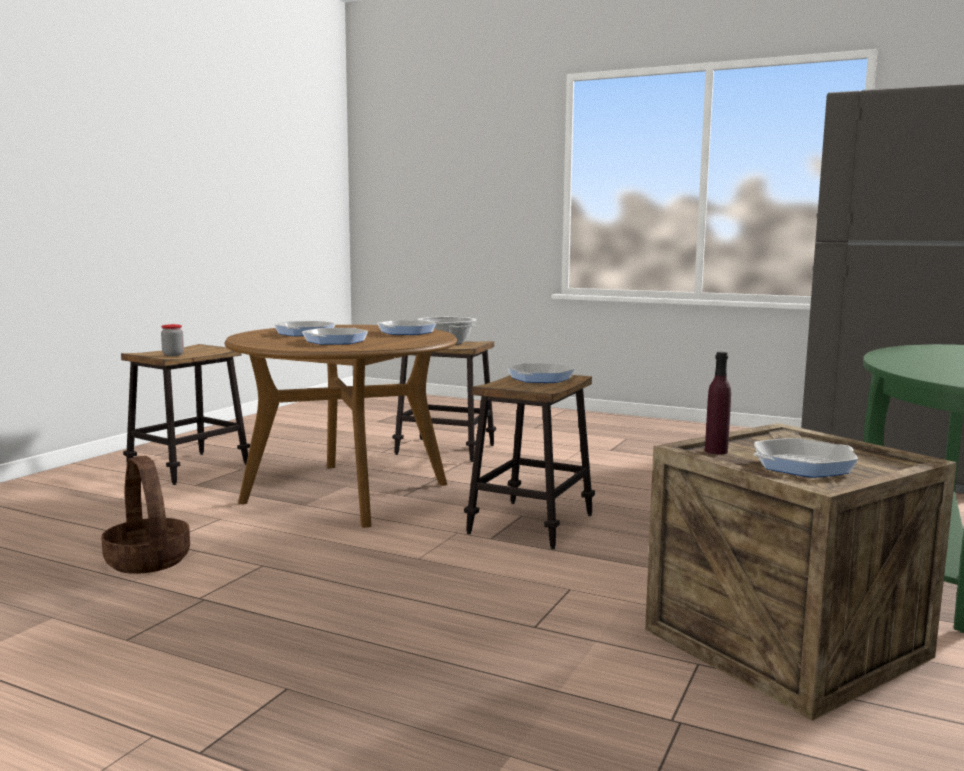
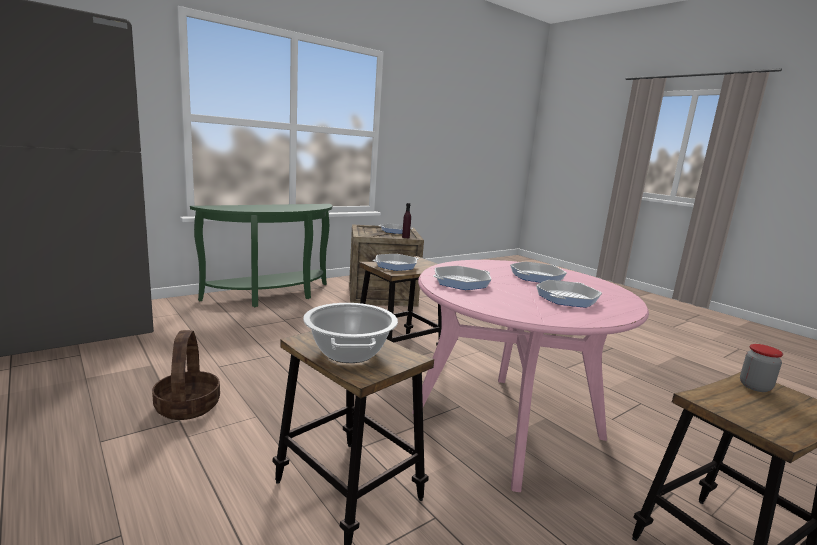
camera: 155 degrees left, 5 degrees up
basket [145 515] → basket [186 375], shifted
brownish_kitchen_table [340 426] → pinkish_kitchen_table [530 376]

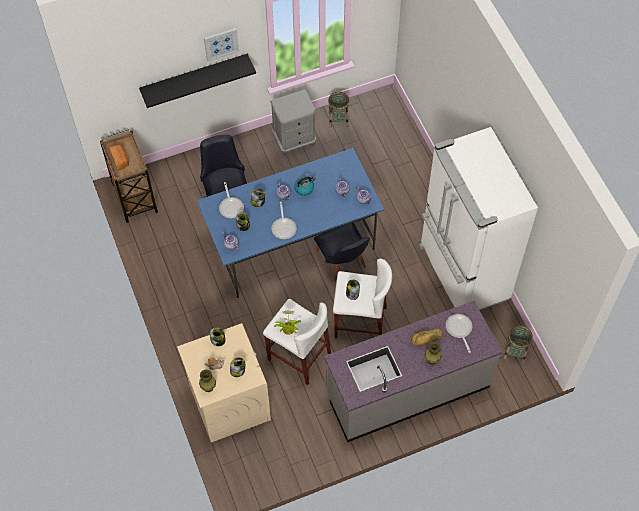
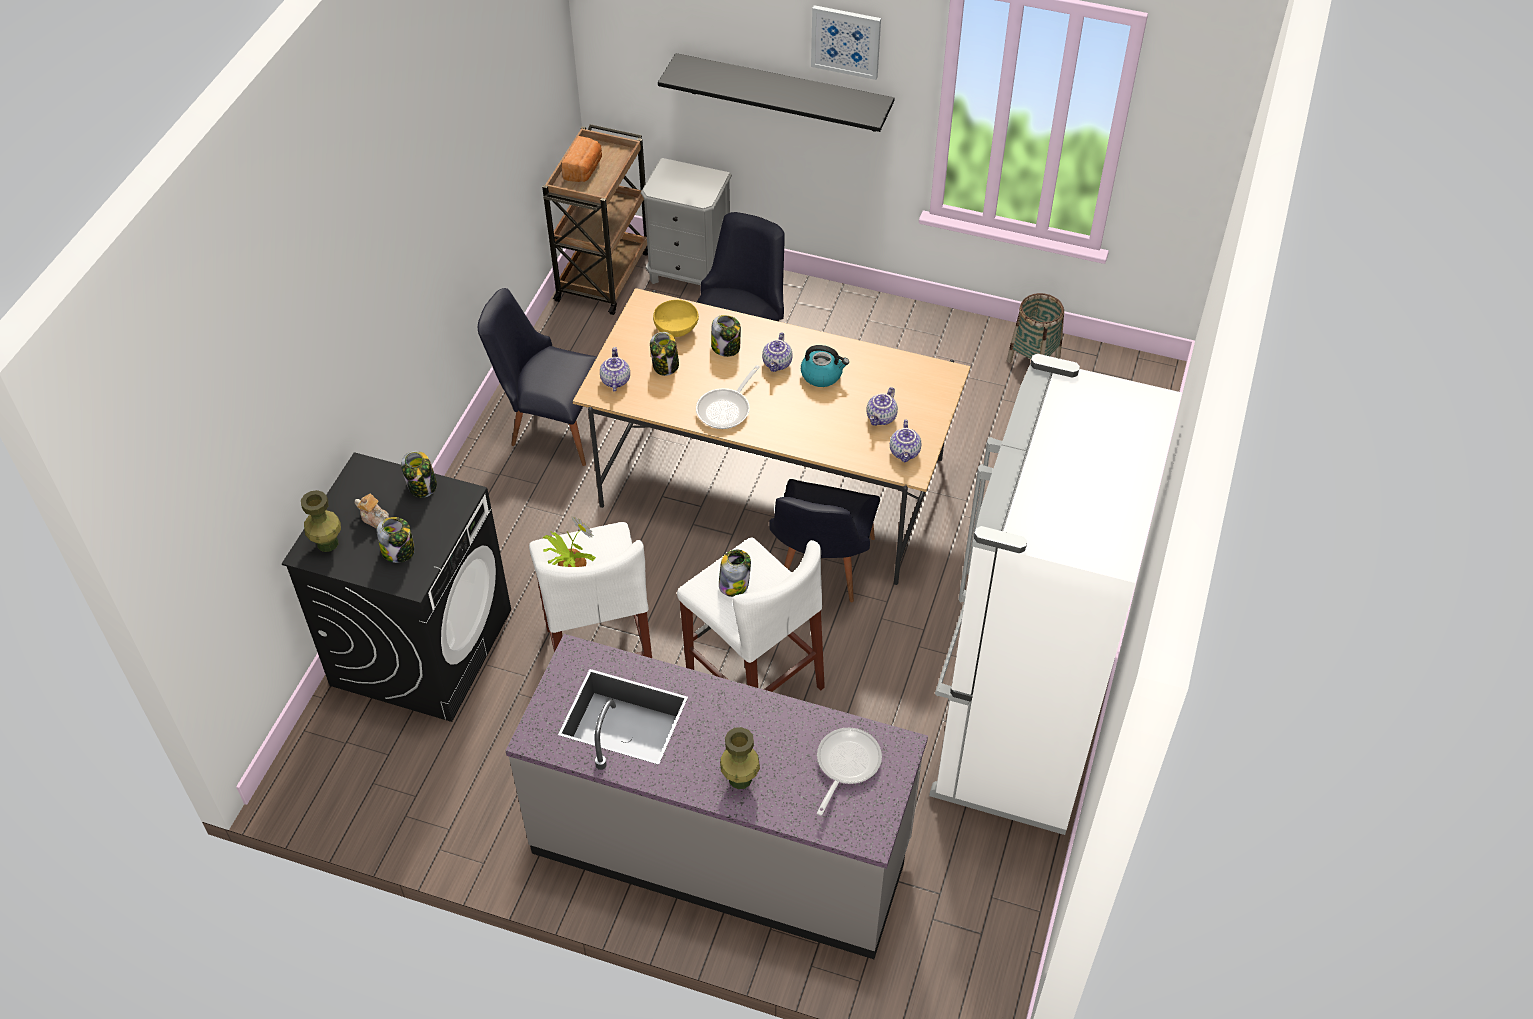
camera: 40 degrees right, 10 degrees down
sand-coloured_laundry_machine [224 383] → black-coloured_laundry_machine [396 587]
- → black-coloured_plain_chair [537 377]
bluish_kitchen_table [290 223] → sand-coloured_kitchen_table [772 436]
gray_nightstand [293 122] → gray_nightstand [686 221], shifted
pan [231 200] → yellow_deep_dish [676 318]
bread [427 337] → -
basket [518 345] → -

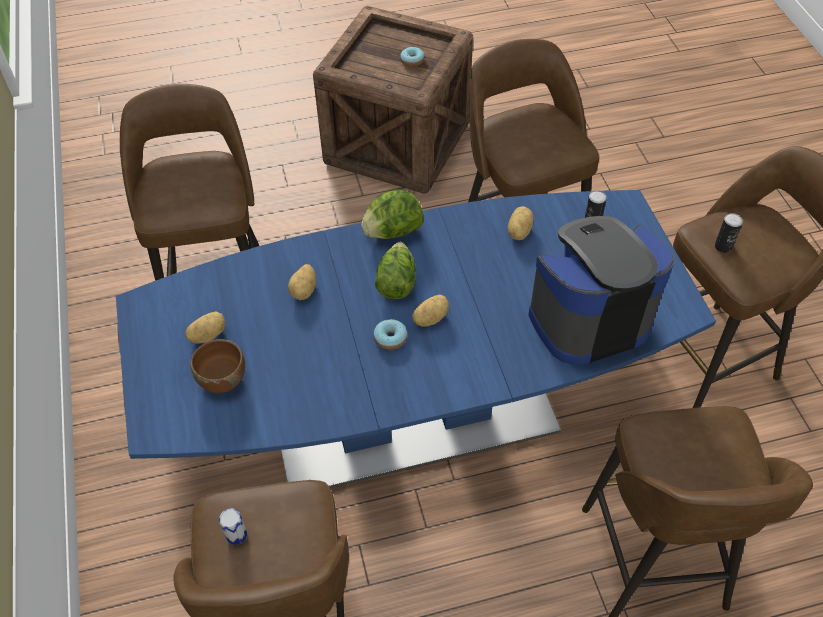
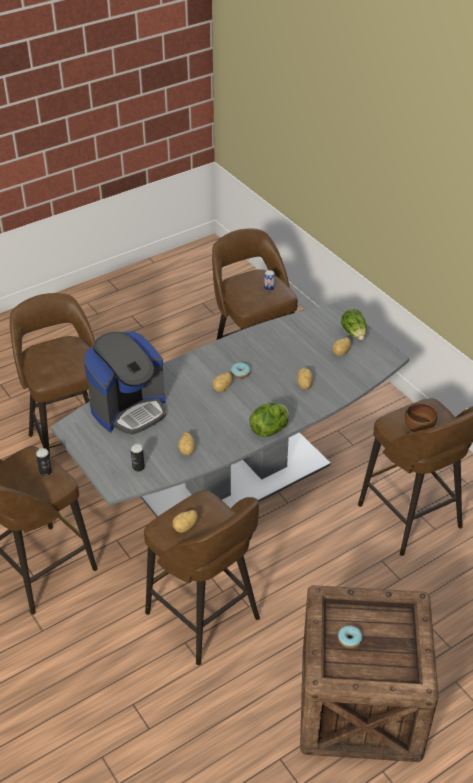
camera: 160 degrees right, 10 degrees down
bluish_kitchen_table [416 339] → gray_kitchen_table [230 409]
- → potato [185 521]
lettuce_head [395 270] → lettuce_head [354 324], shifted
brownish_deep_dish [217 366] → brownish_deep_dish [421 417], shifted

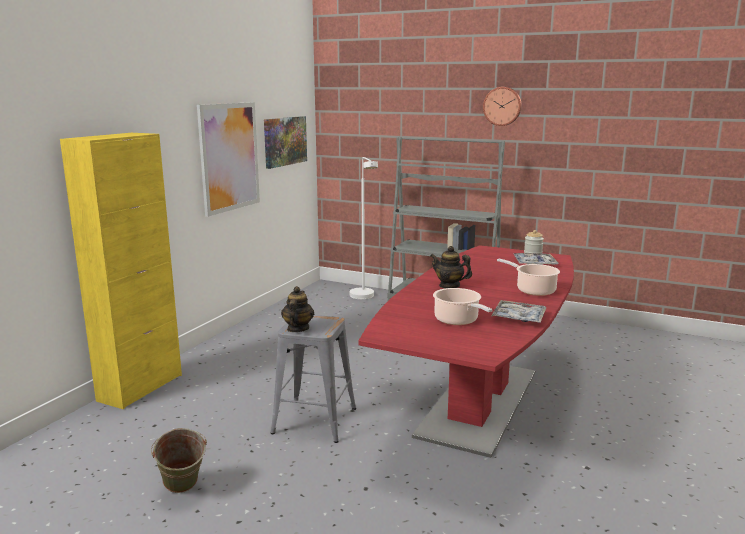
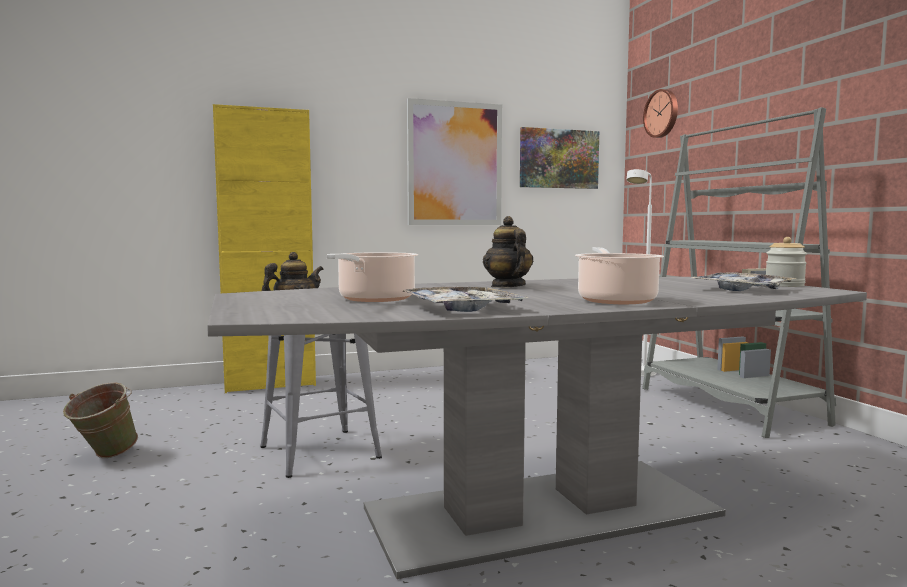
camera: 45 degrees right, 10 degrees down
reddish_kitchen_table [466 351] → gray_kitchen_table [537 428]
hanging_clock [502 106] → hanging_clock [660 113], shifted

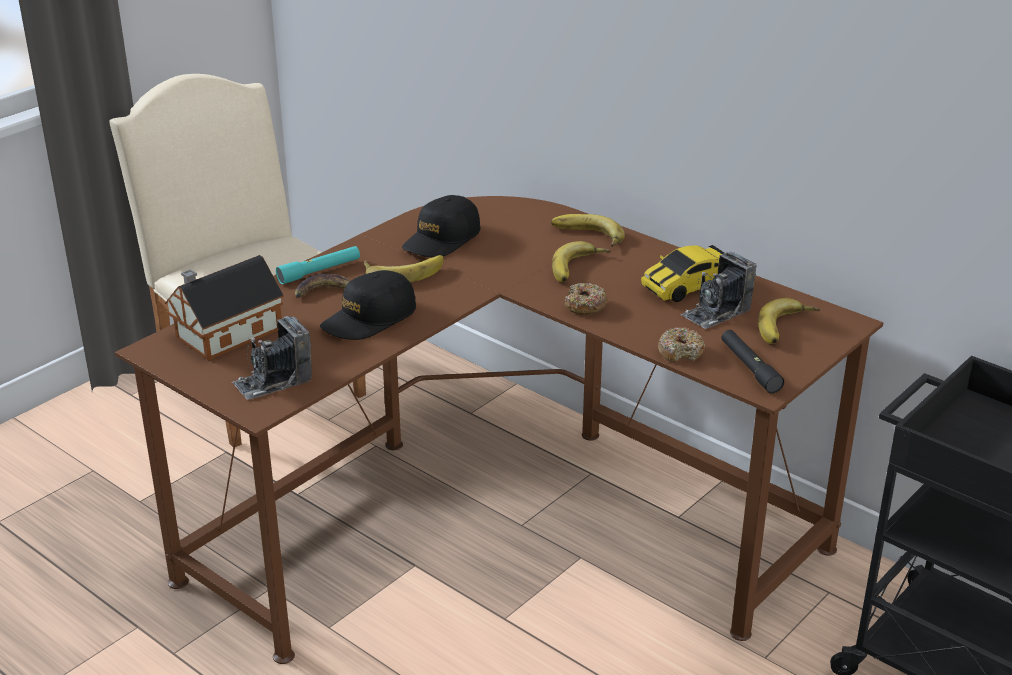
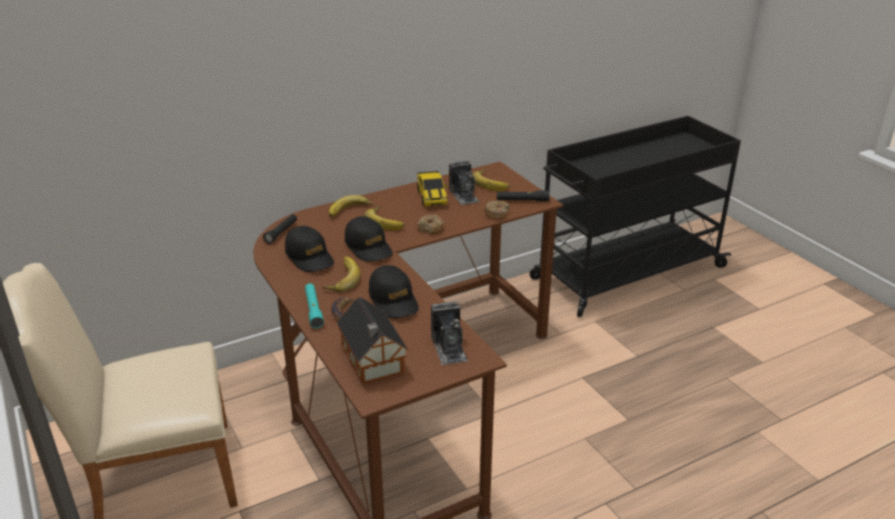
camera: 70 degrees left, 0 degrees up
- → black-coloured_torch [280 229]
- → black-coloured_peaked_cap [368 239]

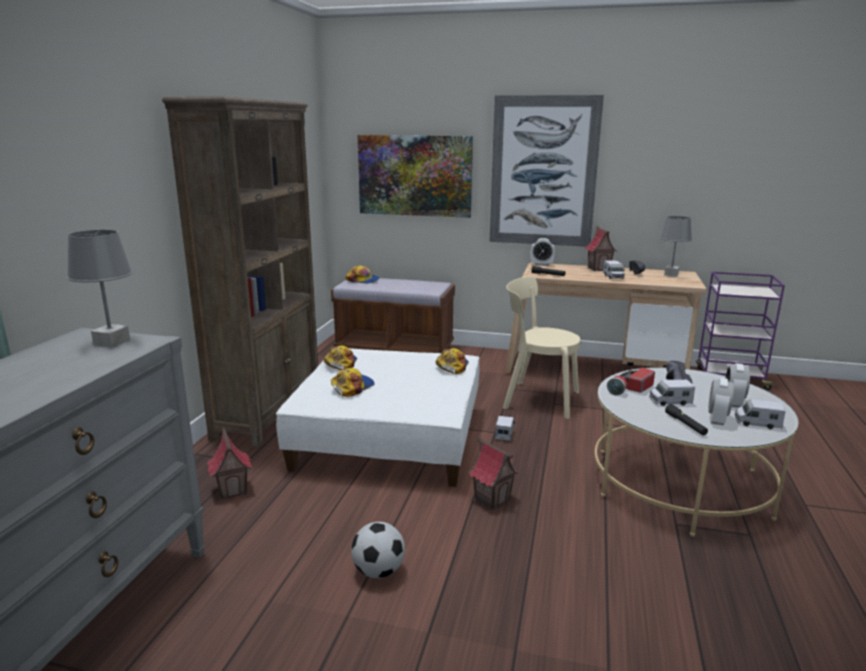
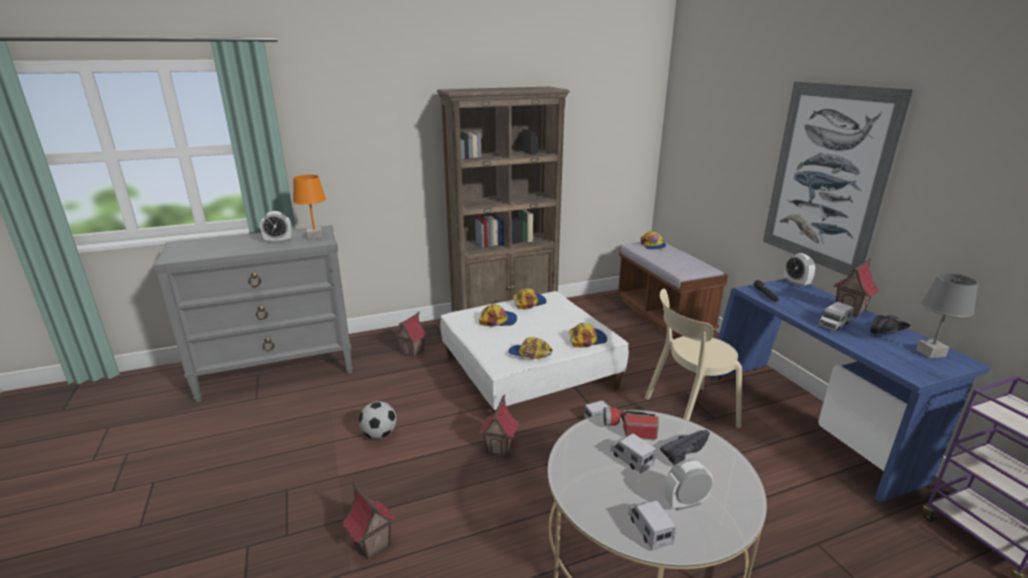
camera: 55 degrees right, 5 degrees up
alarm_clock [721 402] → alarm_clock [276 227], shifted
gray_lamp_for_a_table [99 289] → orange_lamp_for_a_table [309 207]
- → miniature_house [369 520]
- → peaked_cap [530 348]
sand-coloured_plain_chair [542 347] → sand-coloured_plain_chair [693 358], 90 degrees counterclockwise
sand-coloured_desk [606 318] → bluish_desk [849 390]
wall_art [415 176] → -
black-coloured_torch [686 420] → -

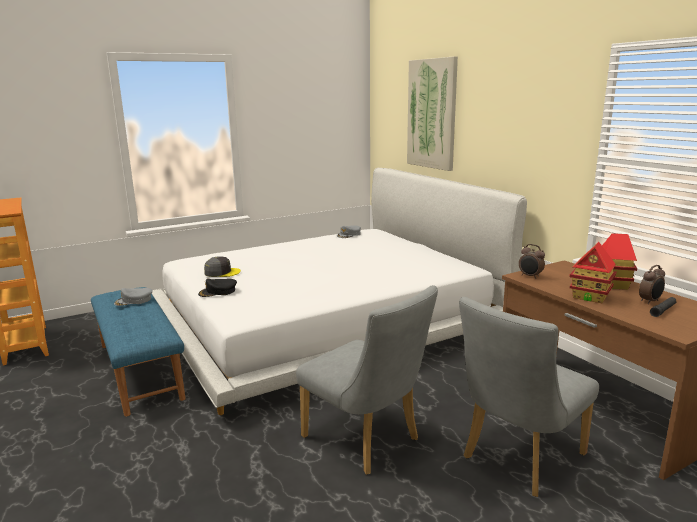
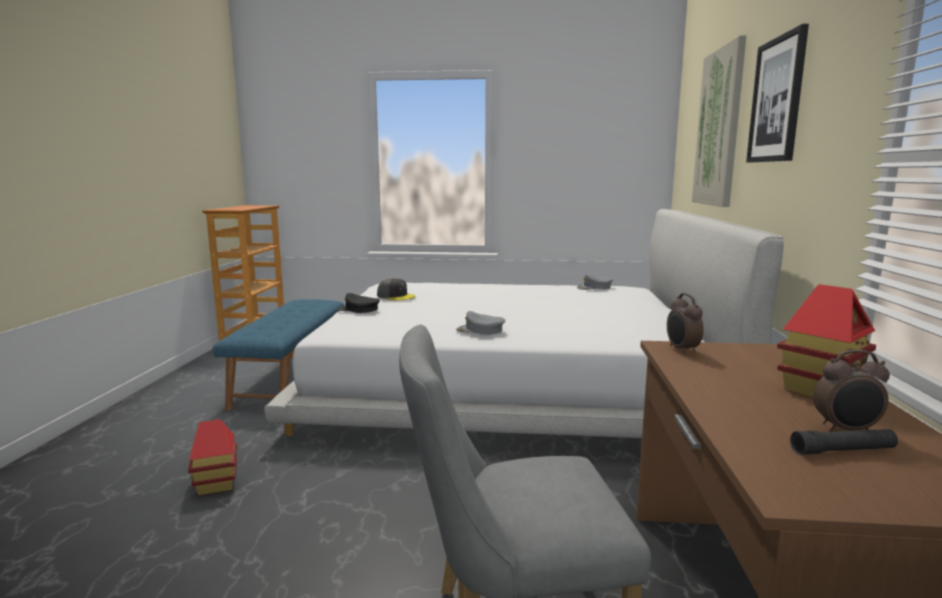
camera: 35 degrees right, 5 degrees down
miniature_house [593 272] → miniature_house [212 457], shifted
gray_peaked_cap [133 297] → gray_peaked_cap [480 323], shifted
- → wall_art [777 93]
gray_plain_chair [367 380] → -

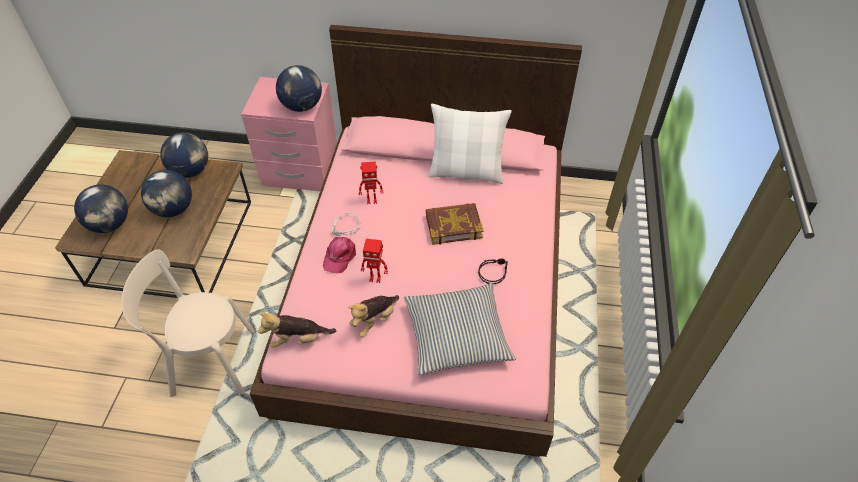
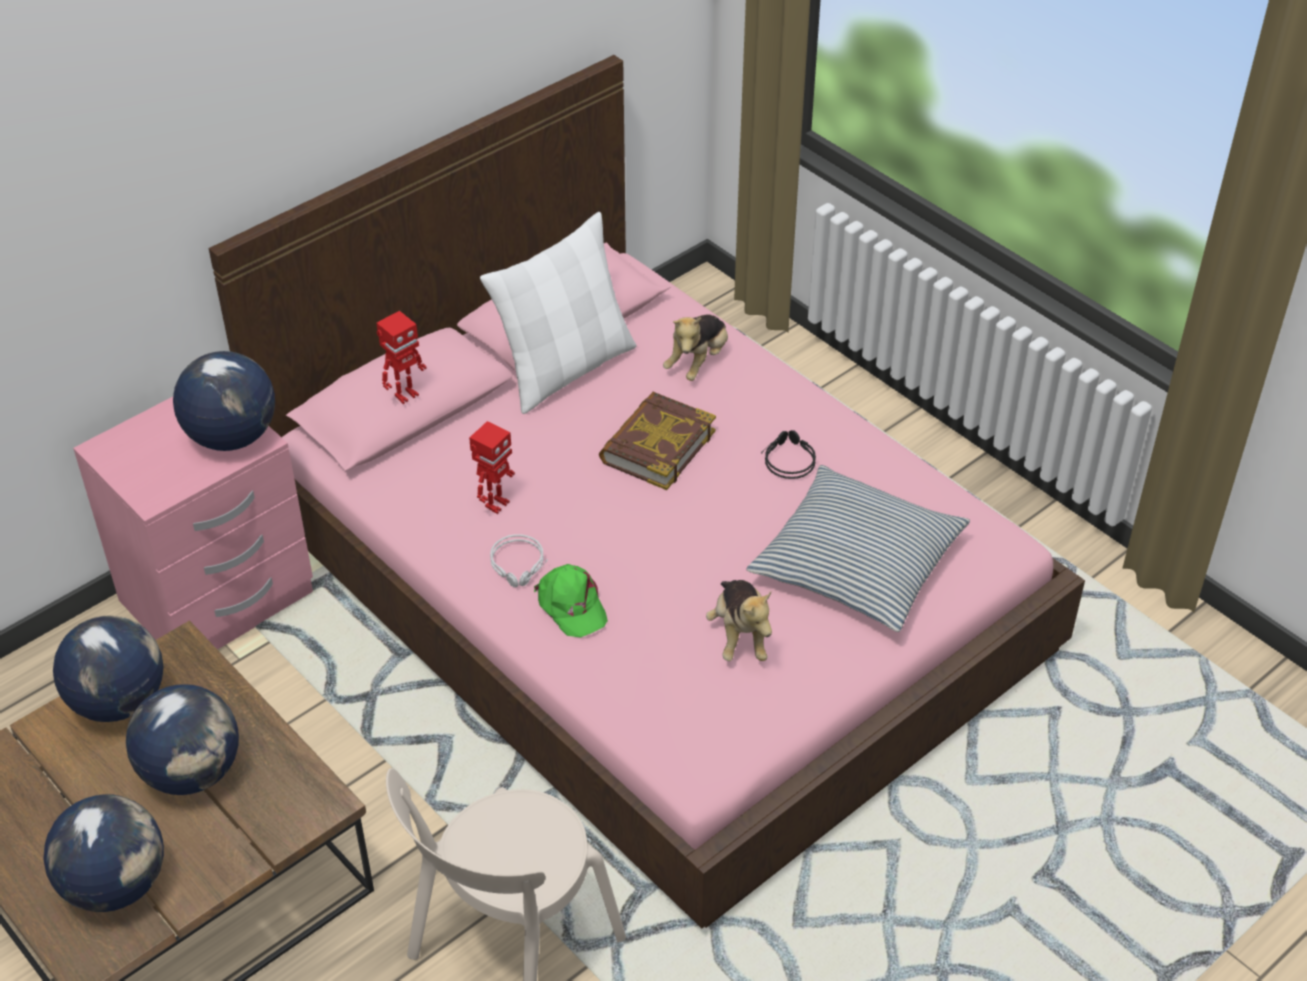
camera: 50 degrees left, 5 degrees down
toy_robot [374 261] → toy_robot [401 357], shifted
pinkish_peaked_cap [339 255] → green-coloured_peaked_cap [571 601]
cuddly_toy [297 330] → cuddly_toy [695 347], shifted

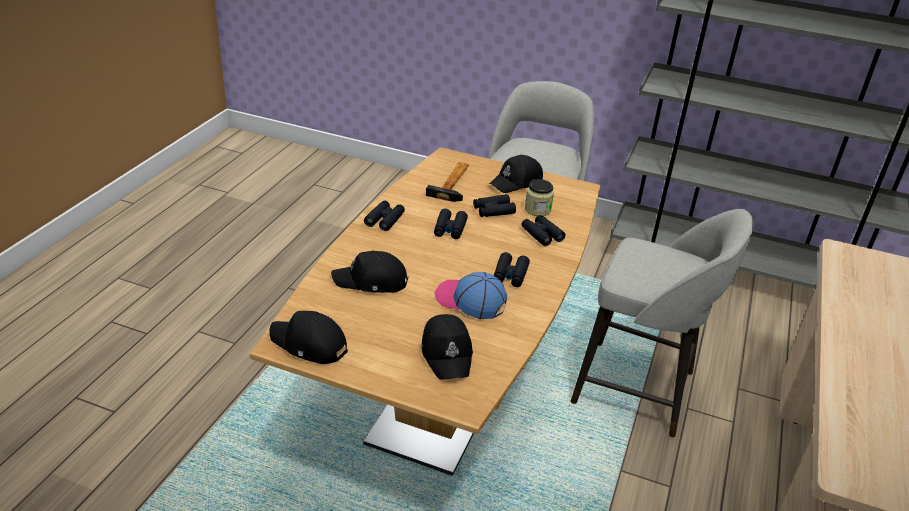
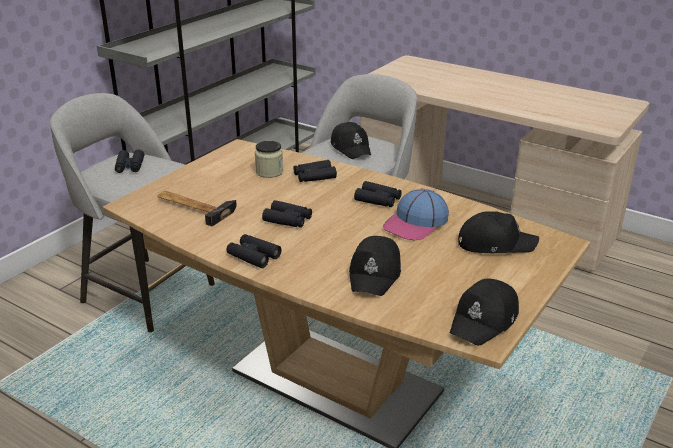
camera: 75 degrees left, 5 degrees down
black-coloured_pair_of_binoculars [494 205] → black-coloured_pair_of_binoculars [129 161], shifted
black-coloured_peaked_cap [516 174] → black-coloured_peaked_cap [351 140], shifted

